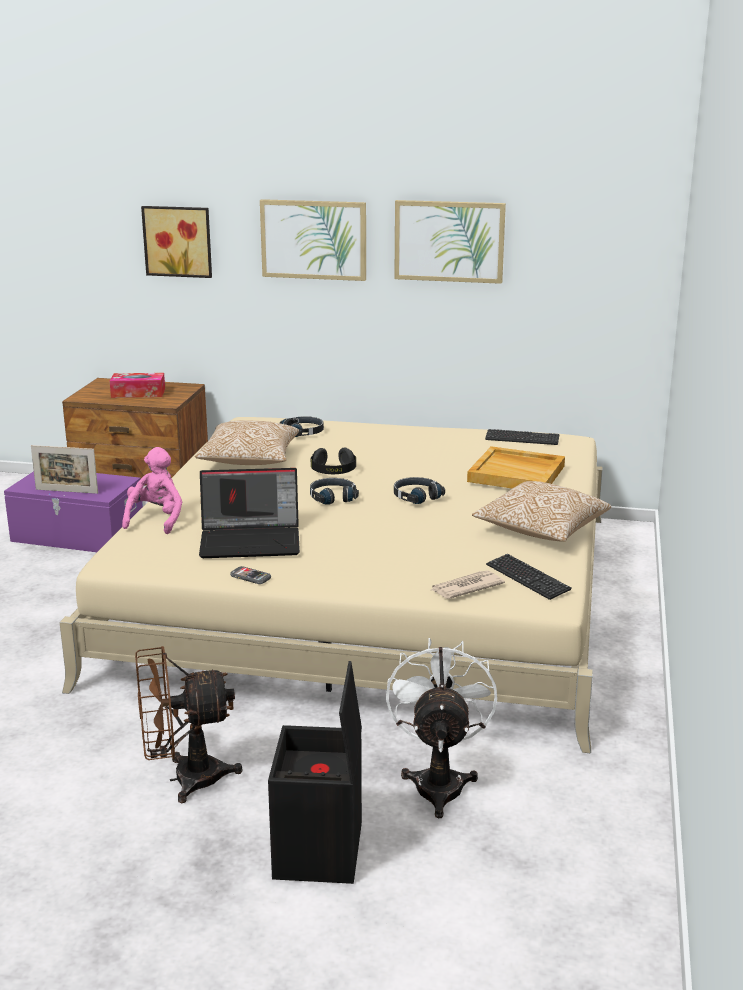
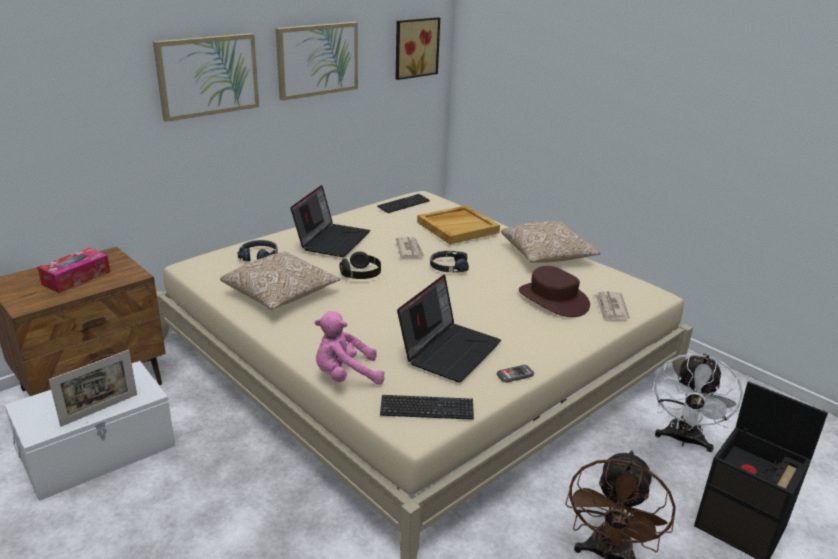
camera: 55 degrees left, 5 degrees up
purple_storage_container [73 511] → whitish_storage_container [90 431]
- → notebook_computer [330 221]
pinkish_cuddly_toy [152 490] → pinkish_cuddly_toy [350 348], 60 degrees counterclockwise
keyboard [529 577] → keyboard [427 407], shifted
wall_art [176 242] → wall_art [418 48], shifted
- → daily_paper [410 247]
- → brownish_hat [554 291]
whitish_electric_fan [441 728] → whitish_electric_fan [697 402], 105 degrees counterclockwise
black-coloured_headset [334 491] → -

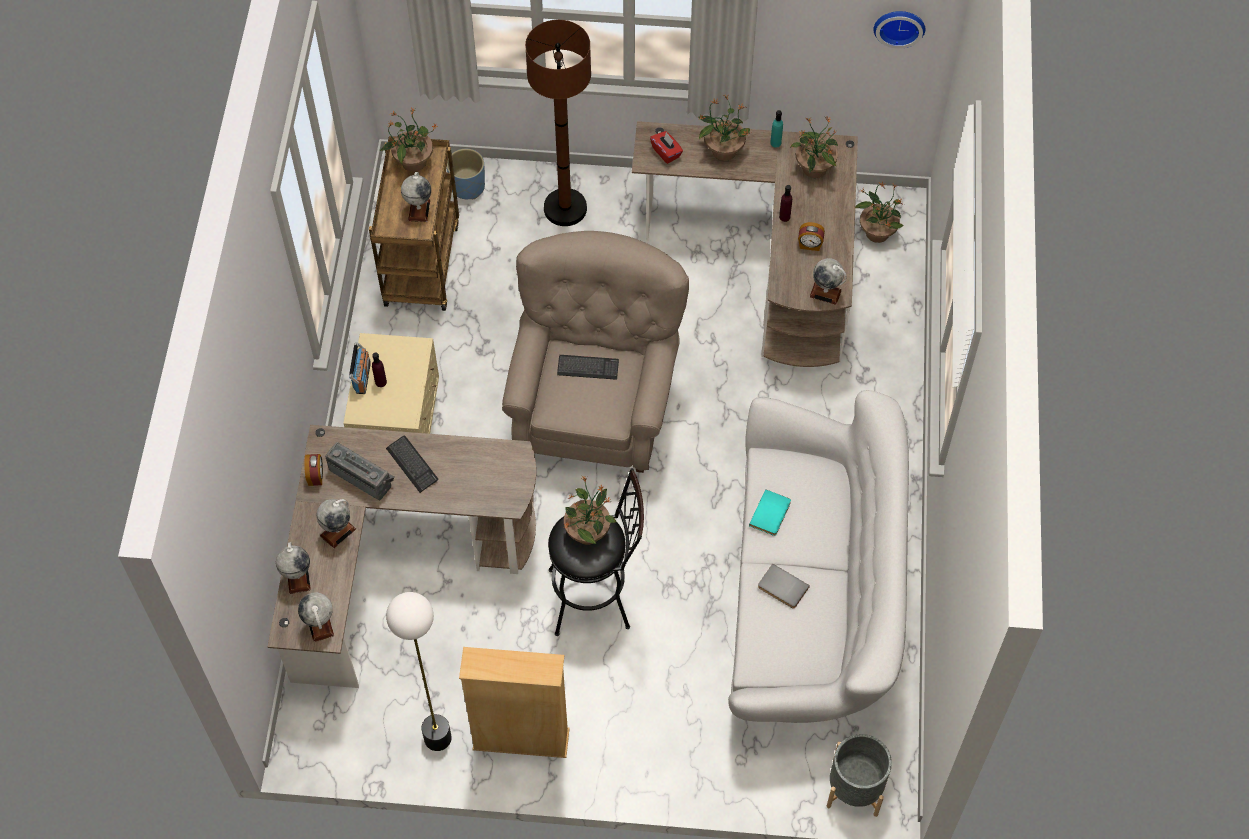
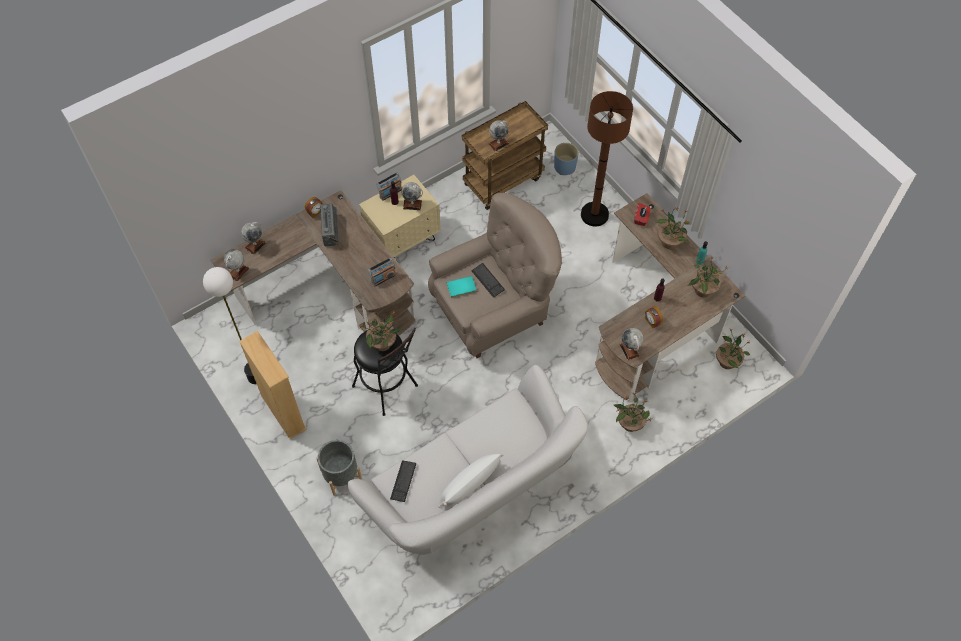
camera: 50 degrees right, 0 degrees up
gray_flower_pot [859 775] → gray_flower_pot [339 468], shifted
- → radio_receiver [382 272]
keyboard [412 464] → keyboard [403 481], shifted
desk_globe [336 524] → desk_globe [412 196], shifted
- → whitish_pillow [471 480]
blue-green_bound_book [770 512] → blue-green_bound_book [461 287], shifted
houseplant [409 139] → houseplant [632 412], shifted
gray_bound_book [784 586] → -
hanging_clock [899 30] → -

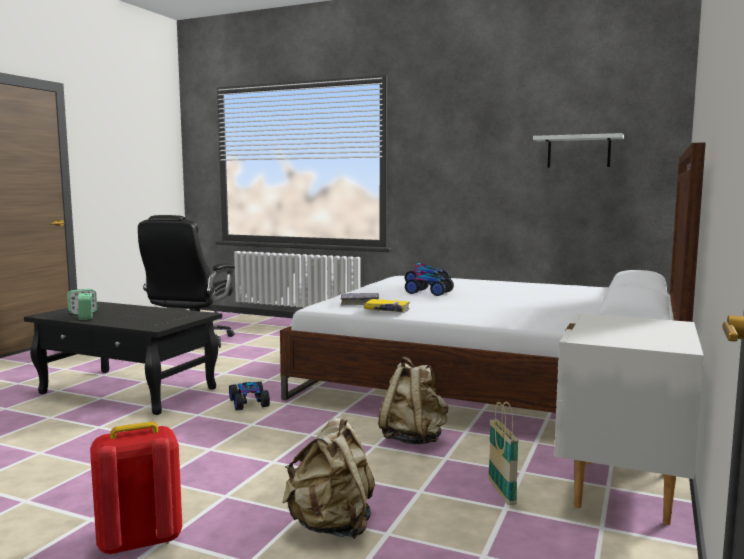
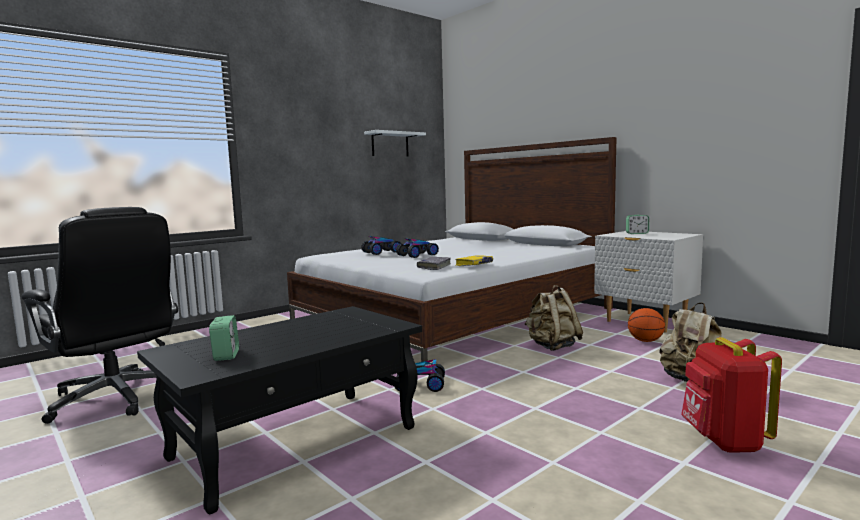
camera: 65 degrees left, 0 degrees up
alarm_clock [85 306] → alarm_clock [637 224], shifted
basket [503 453] → basketball [646 325]

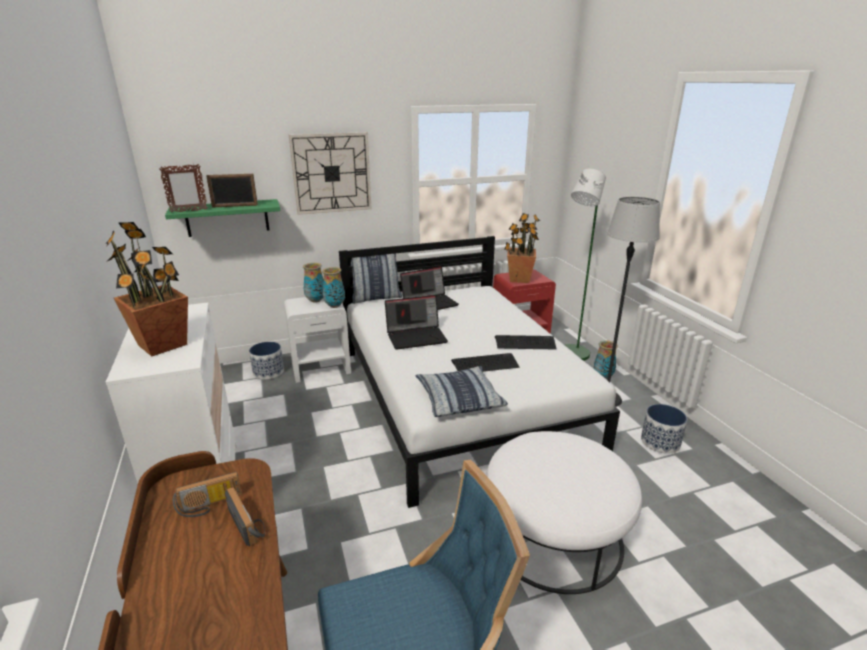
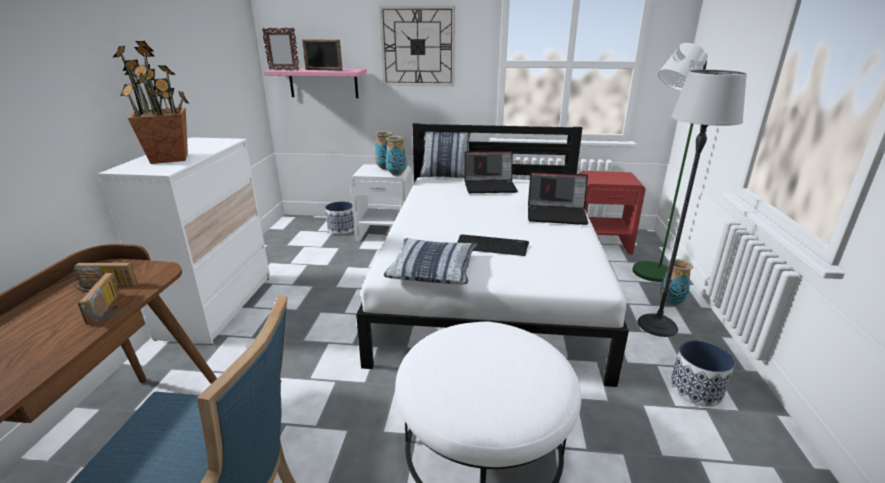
camera: 25 degrees right, 0 degrees up
green-coloured_bracket_shelf [222 218] → pinkish_bracket_shelf [315 83]
notebook_computer [416 322] → notebook_computer [558 198], shifted
keyboard [525 342] → -
houseplant [522 248] → -

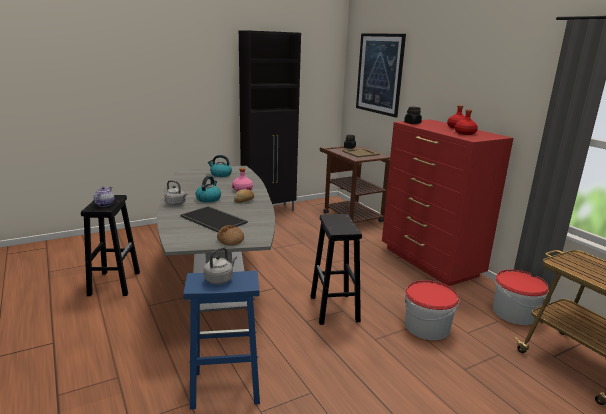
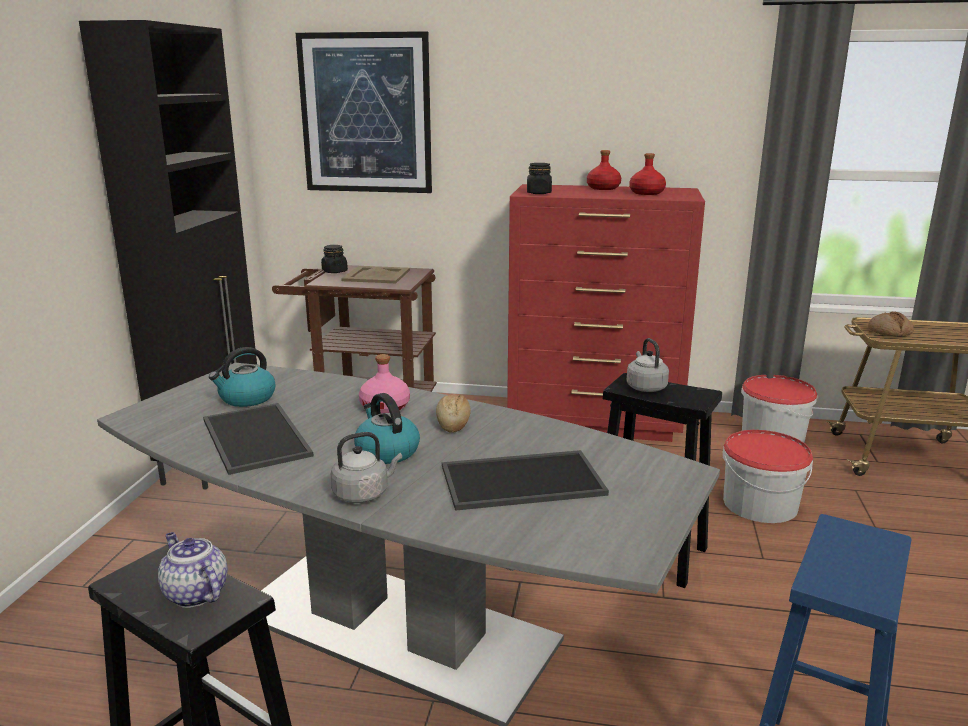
camera: 50 degrees left, 0 degrees up
- → carrying_tray [258 439]
gray_kettle [220 266] → gray_kettle [647 365], shifted
bread [230 235] → bread [891 324], shifted

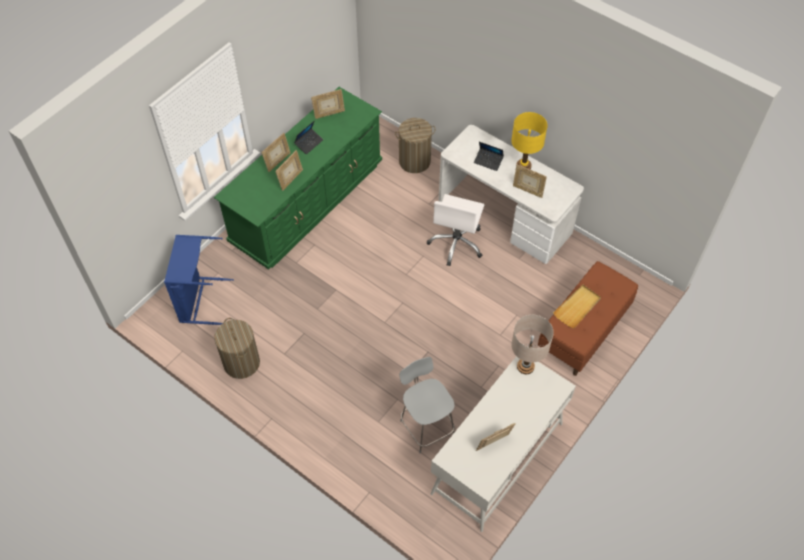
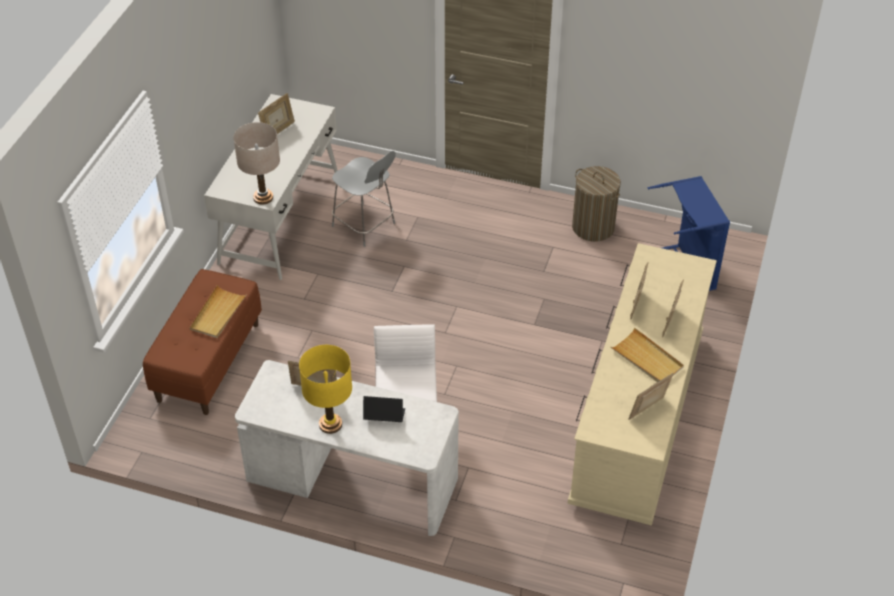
camera: 160 degrees right, 10 degrees down
green-coloured_drawer_chest [298 178] → sand-coloured_drawer_chest [642 384]
notebook_computer [308 138] → sand-coloured_carrying_tray [647 355]
laundry_basket [415 145] → -

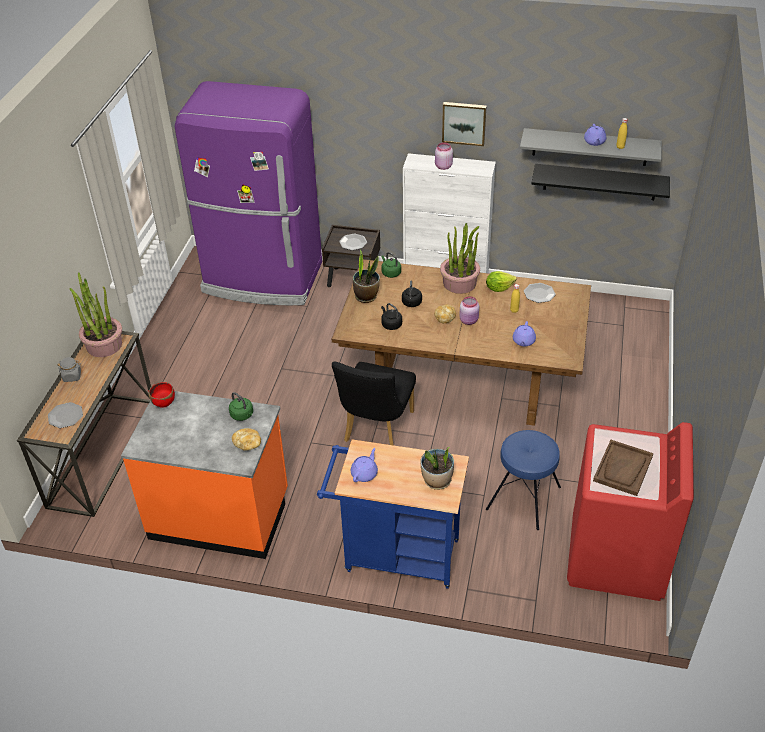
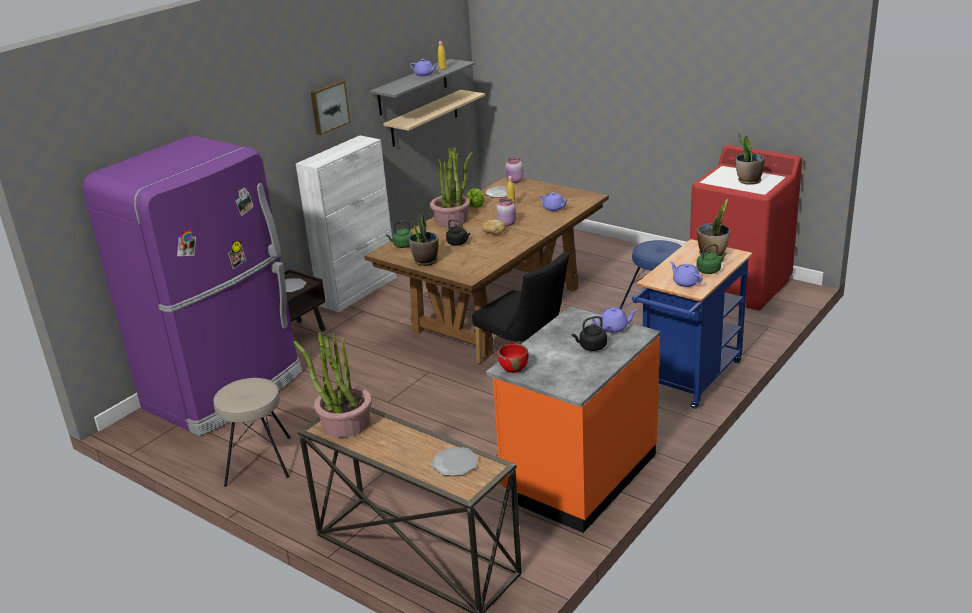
camera: 65 degrees left, 15 degrees down
- → sand-coloured_stool_seat [252 432]
black-coloured_bracket_shelf [600 182] → sand-coloured_bracket_shelf [434 118]
pinkish_jar [444 156] → pinkish_jar [514 170], shifted
black-coloured_kettle [391 316] → black-coloured_kettle [589 333], shifted
bread [246 439] → purple_pot_for_tea [614 320]
green-coloured_kettle [241 406] → green-coloured_kettle [712 259], shifted
brownish_carrying_tray [623 468] → houseplant [750 159]
gray_jar [69 369] → -

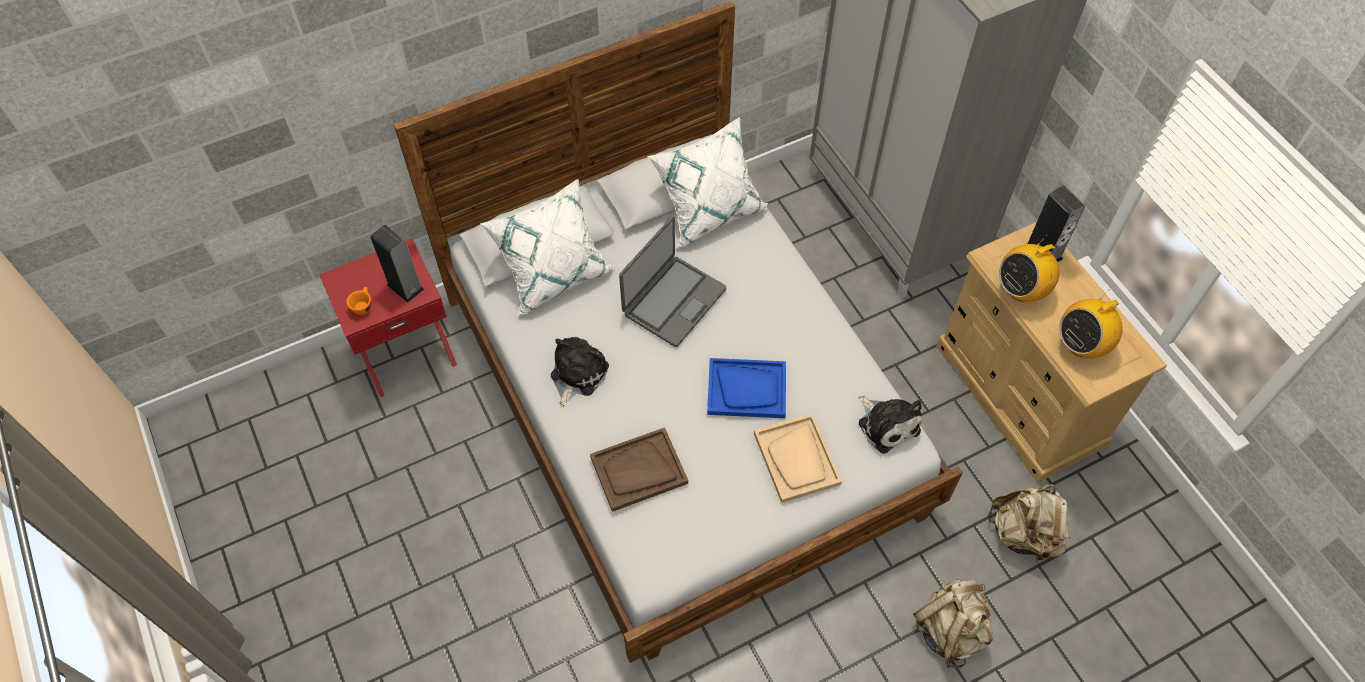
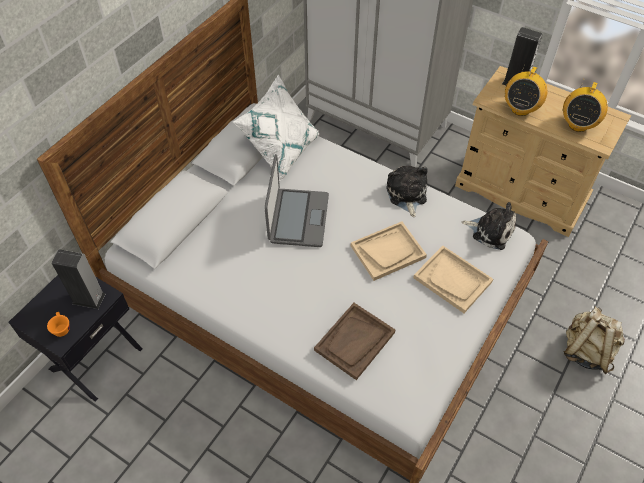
camera: 30 degrees left, 5 degrees down
reddish_nightstand [388 317] → black-coloured_nightstand [75 338]
bluish_carrying_tray [746 388] → sand-coloured_carrying_tray [389 251]
cuddly_toy [580 372] → cuddly_toy [407 191], shifted
whitish_pillow [547 247] → -
sand-coloured_backpack [1029 524] → -

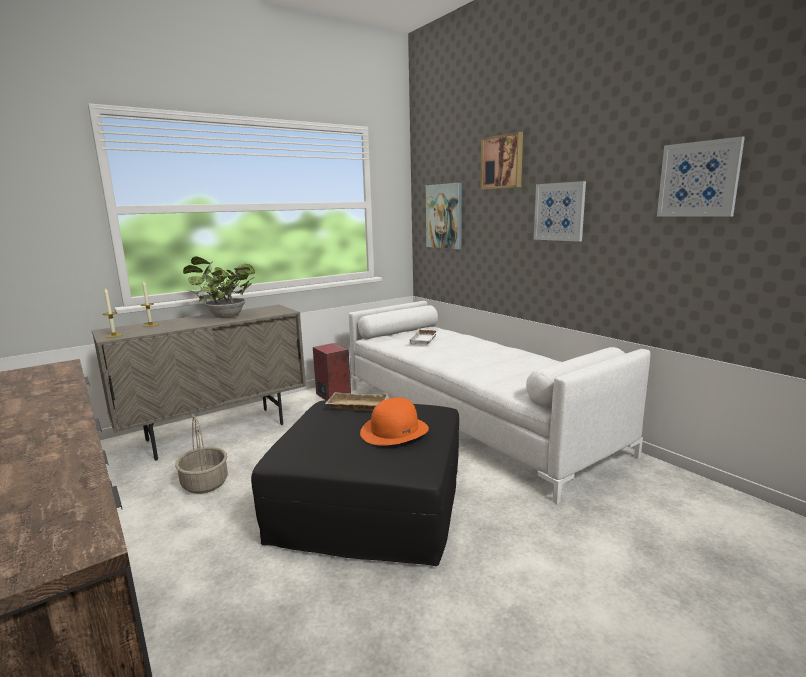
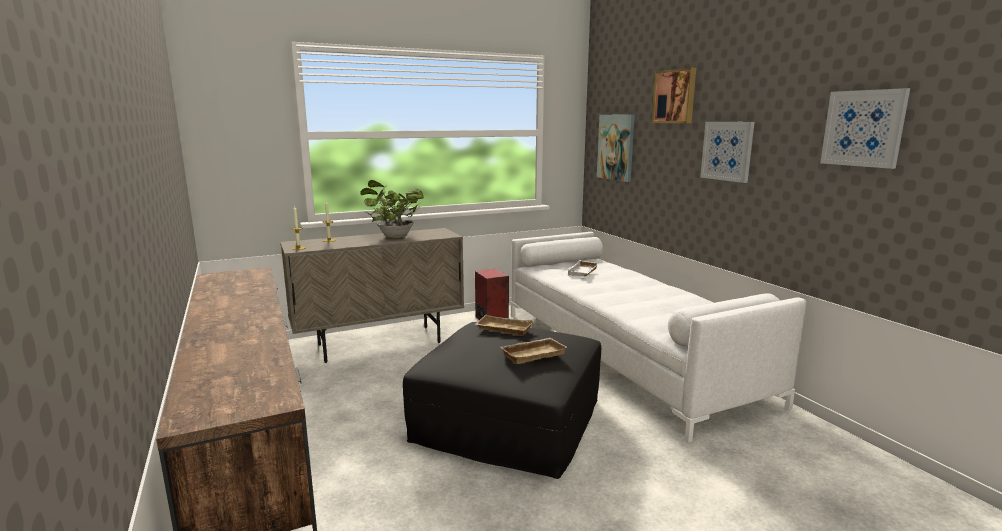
camera: 10 degrees right, 0 degrees up
orange_hat [394 421] → sand-coloured_carrying_tray [534 351]
basket [201 455] → -

